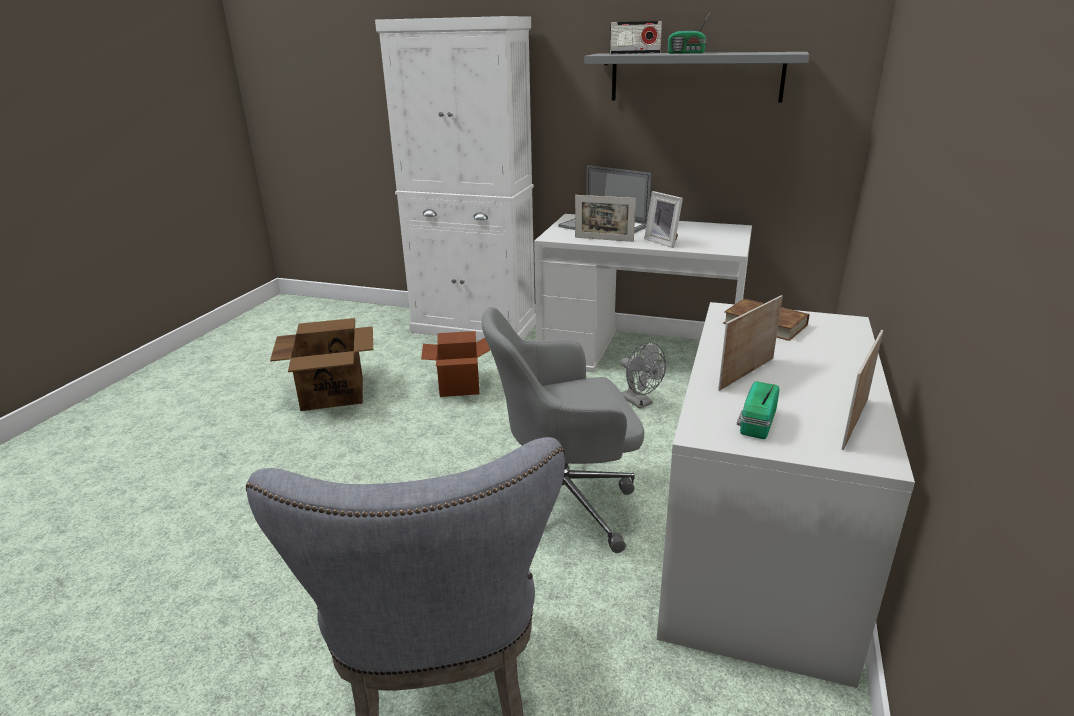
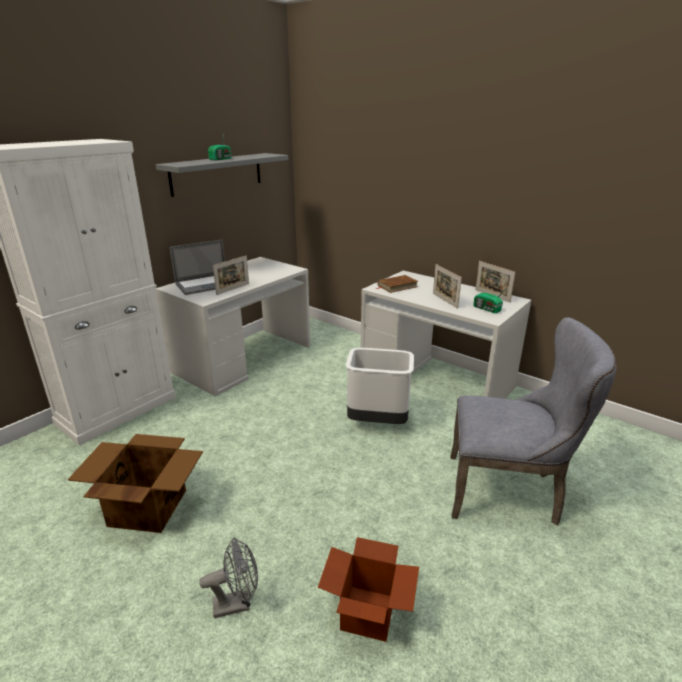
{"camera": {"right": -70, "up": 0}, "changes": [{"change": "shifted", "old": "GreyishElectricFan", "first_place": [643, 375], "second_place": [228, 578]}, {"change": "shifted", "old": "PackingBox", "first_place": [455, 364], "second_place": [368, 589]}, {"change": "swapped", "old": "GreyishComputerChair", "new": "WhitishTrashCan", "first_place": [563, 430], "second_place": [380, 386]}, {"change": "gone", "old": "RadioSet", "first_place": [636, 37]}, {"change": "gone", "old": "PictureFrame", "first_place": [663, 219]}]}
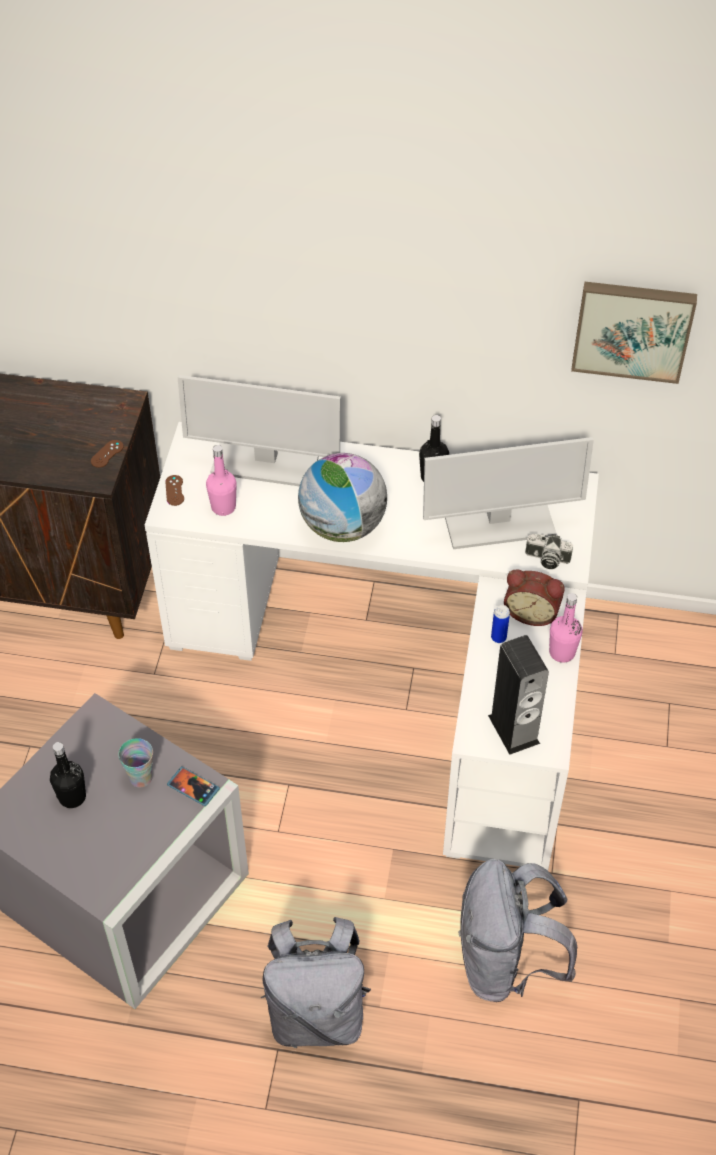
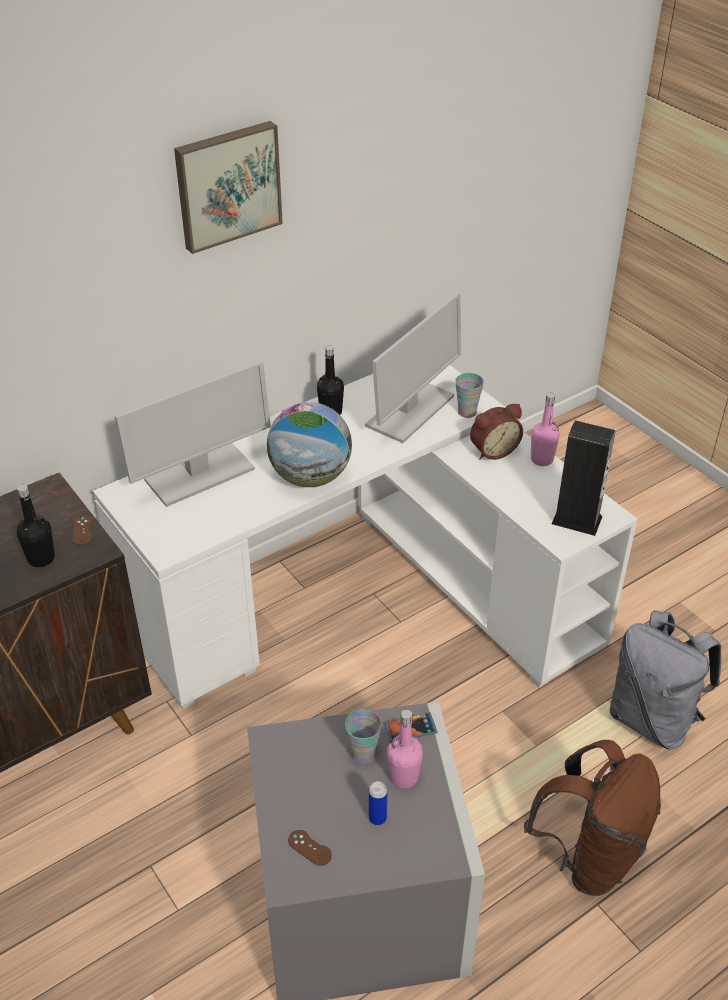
{"camera": {"right": -45, "up": -10}, "changes": [{"change": "shifted", "old": "BlackBottle", "first_place": [68, 775], "second_place": [36, 525]}, {"change": "shifted", "old": "WallPicture", "first_place": [634, 332], "second_place": [228, 187]}, {"change": "shifted", "old": "BrownGamepad", "first_place": [174, 490], "second_place": [310, 848]}, {"change": "shifted", "old": "MetalCan", "first_place": [500, 624], "second_place": [378, 803]}, {"change": "shifted", "old": "PinkBottle", "first_place": [221, 480], "second_place": [405, 749]}, {"change": "swapped", "old": "PhotoCamera", "new": "DrinkingCup", "first_place": [549, 551], "second_place": [469, 395]}, {"change": "repainted", "old": "GreyishBackpack", "new": "BrownBackpack", "first_place": [316, 982], "second_place": [592, 818]}]}
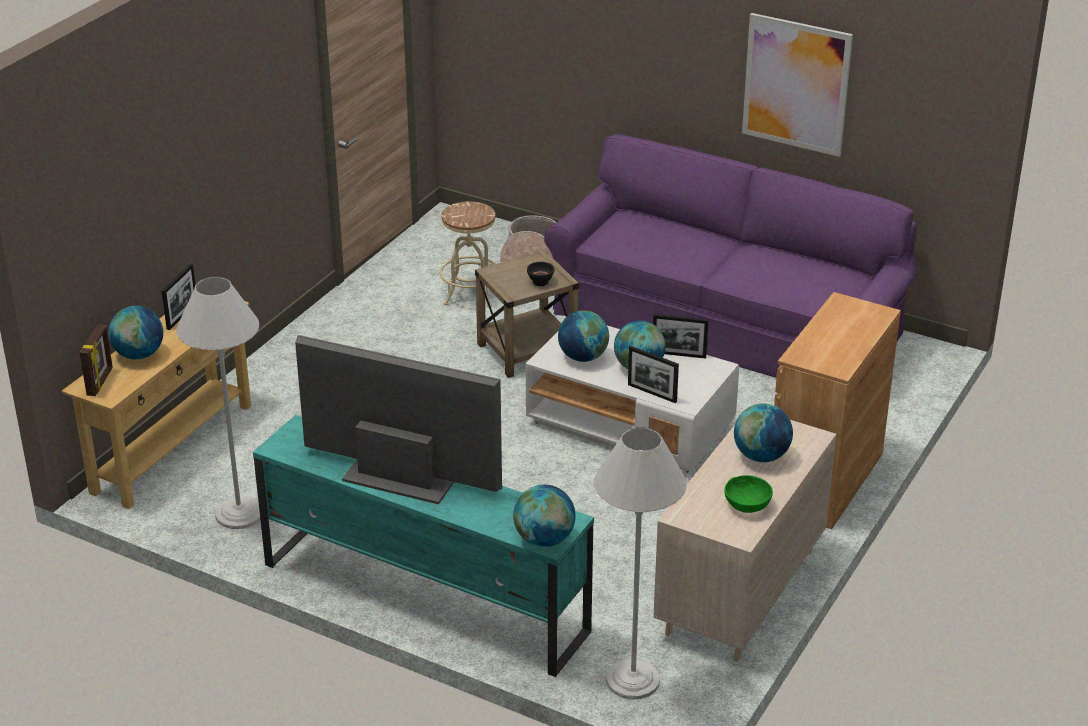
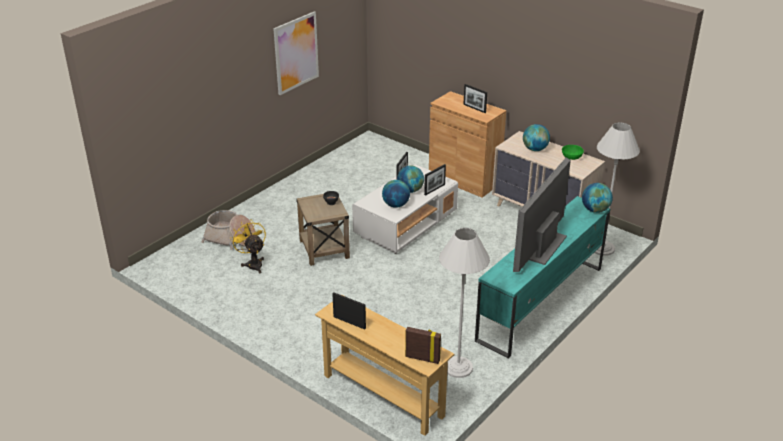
{"camera": {"right": -80, "up": 0}, "changes": [{"change": "swapped", "old": "BeigeColouredStool", "new": "YellowColouredElectricFan", "first_place": [468, 254], "second_place": [248, 246]}, {"change": "new", "new": "PictureFrame", "second_place": [475, 98]}, {"change": "gone", "old": "WorldGlobe", "first_place": [135, 333]}, {"change": "gone", "old": "PurpleColouredSofa", "first_place": [730, 256]}]}
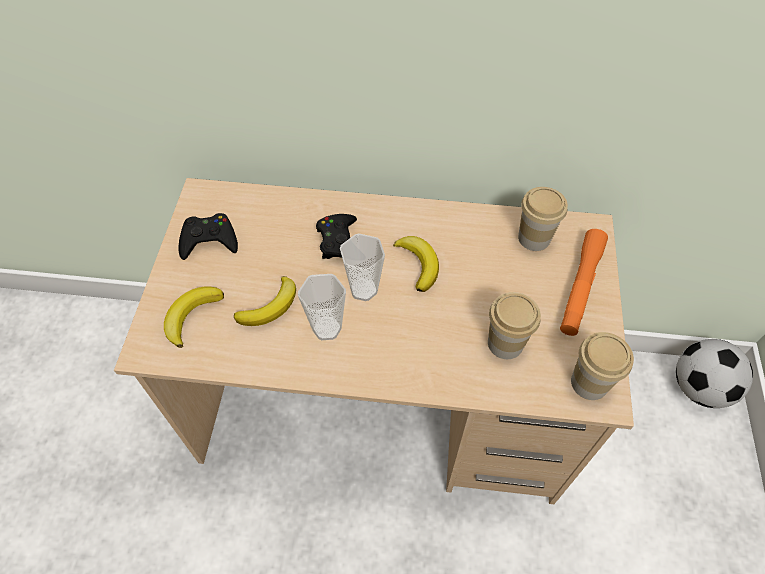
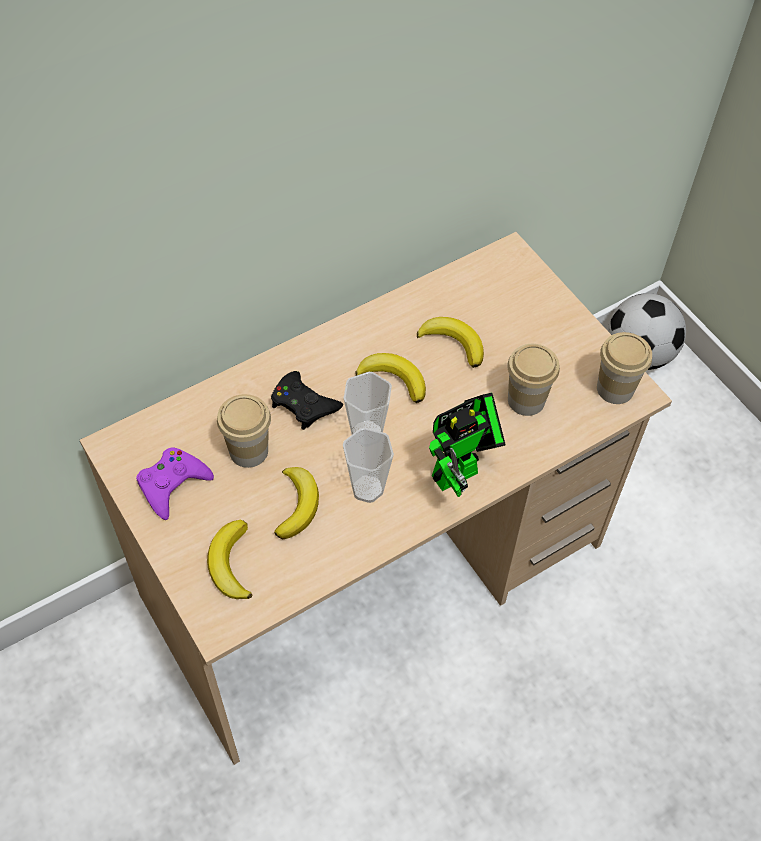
{"camera": {"right": -40, "up": 0}, "changes": [{"change": "repainted", "old": "BlackGamepad", "new": "PurpleColouredGamepad", "first_place": [208, 236], "second_place": [175, 483]}, {"change": "shifted", "old": "DrinkingCup", "first_place": [543, 219], "second_place": [244, 431]}, {"change": "new", "new": "Banana", "second_place": [450, 342]}, {"change": "new", "new": "RobotFigure", "second_place": [467, 445]}, {"change": "gone", "old": "OrangeyFlashlight", "first_place": [584, 282]}]}
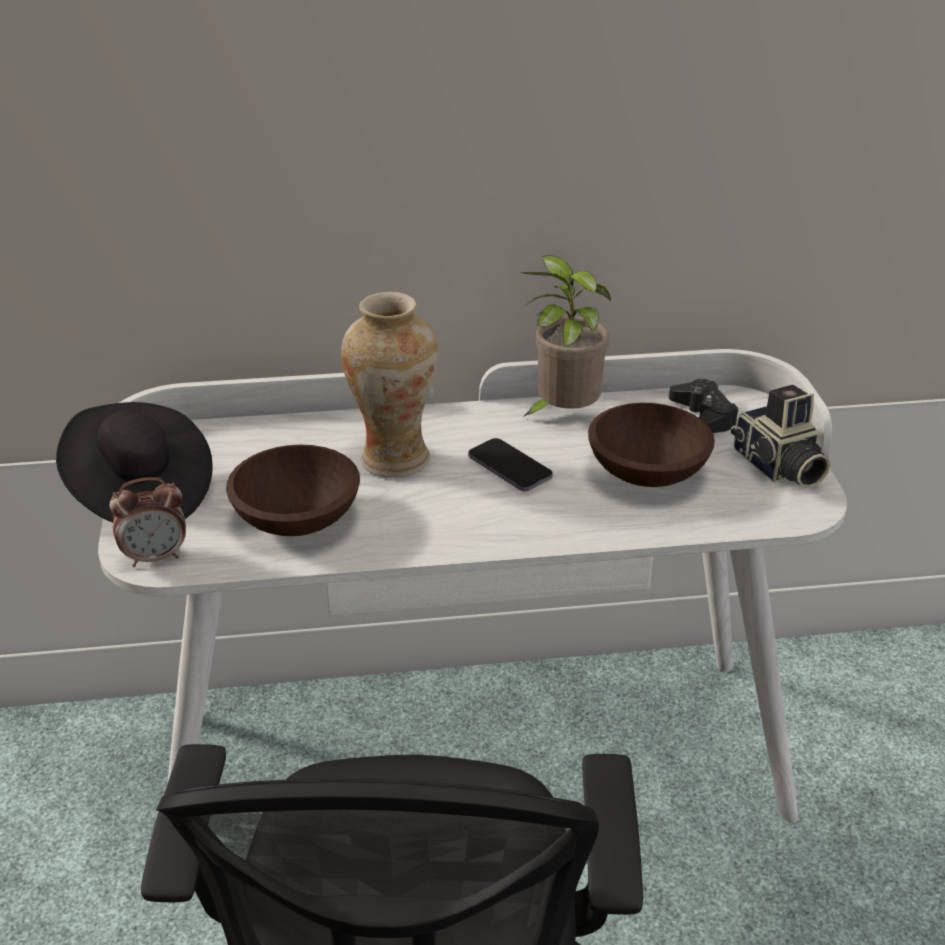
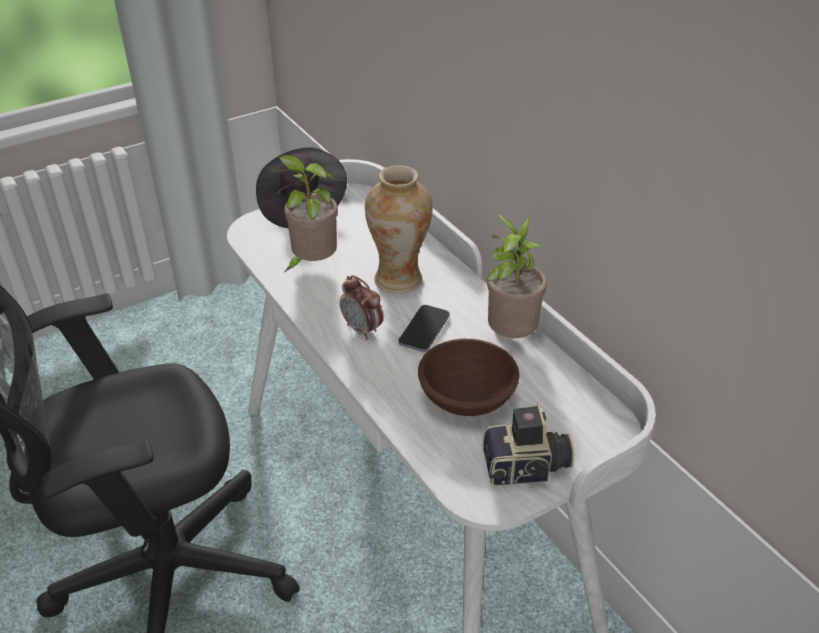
{"camera": {"right": 65, "up": 5}, "changes": [{"change": "swapped", "old": "BrownDeepDish", "new": "Houseplant", "first_place": [293, 490], "second_place": [303, 213]}, {"change": "shifted", "old": "AlarmClock", "first_place": [148, 522], "second_place": [361, 307]}, {"change": "rotated", "old": "PhotoCamera", "first_place": [780, 436], "second_place": [528, 444], "degrees": -135}, {"change": "gone", "old": "BlackGamepad", "first_place": [703, 406]}]}
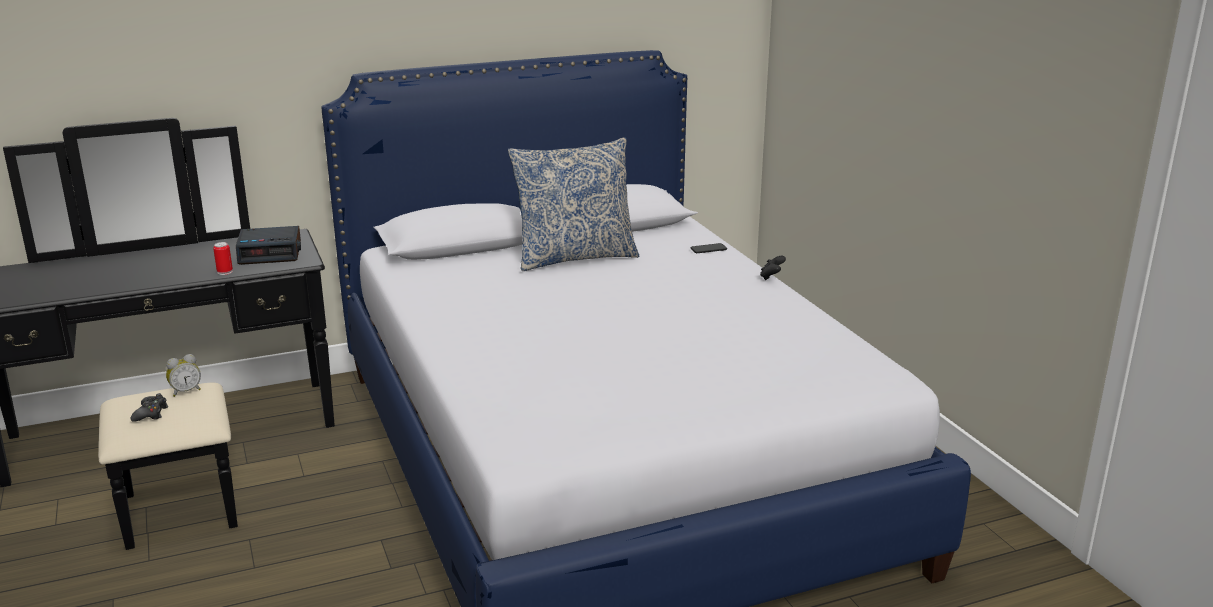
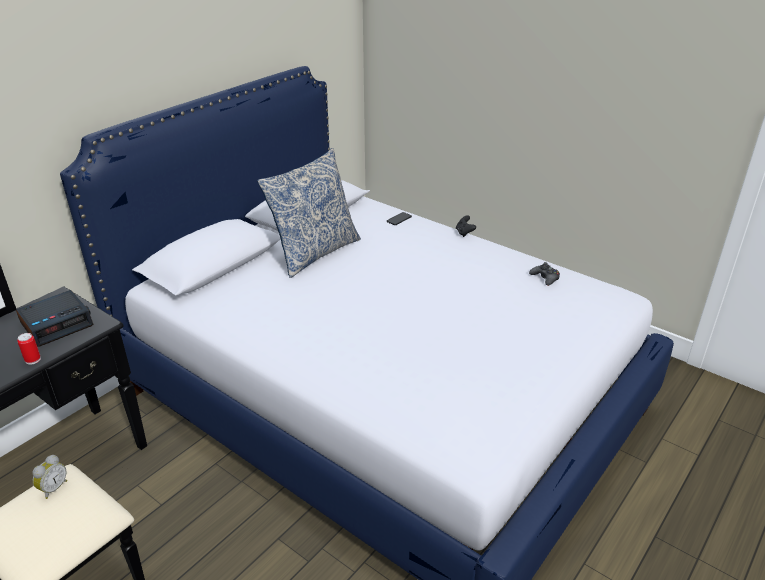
{"camera": {"right": -30, "up": 10}, "changes": [{"change": "shifted", "old": "BlackGamepad", "first_place": [149, 407], "second_place": [544, 274]}]}
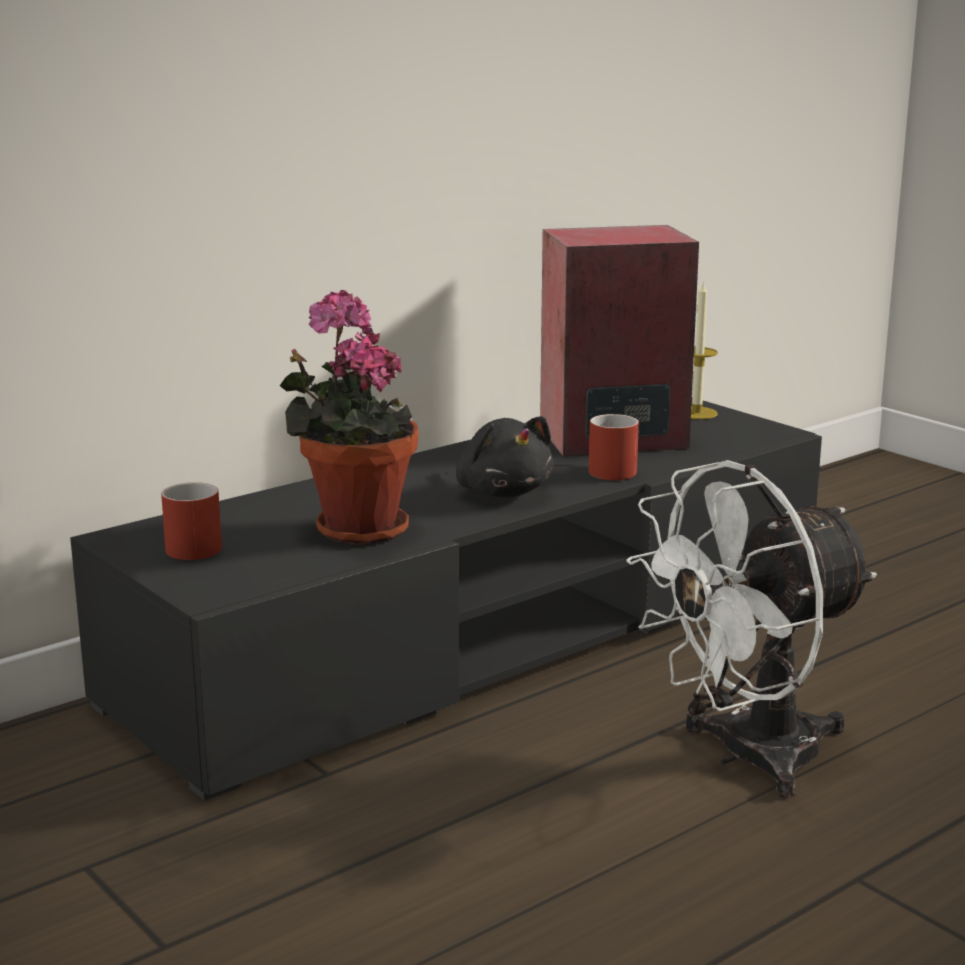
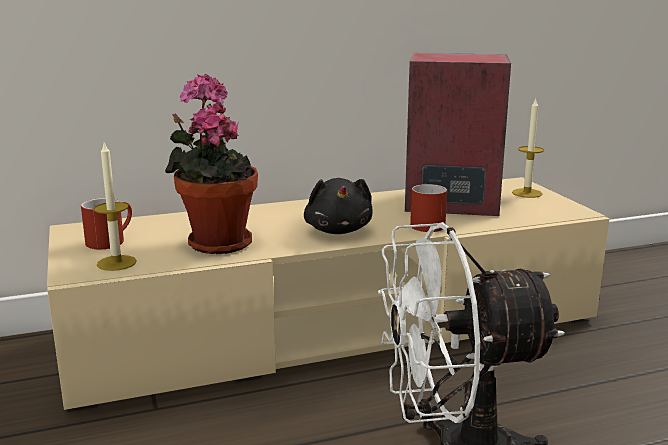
{"camera": {"right": 20, "up": 0}, "changes": [{"change": "repainted", "old": "BlackTvStand", "new": "BeigeColouredTvStand", "first_place": [446, 601], "second_place": [328, 294]}, {"change": "new", "new": "WaxLight", "second_place": [115, 206]}]}
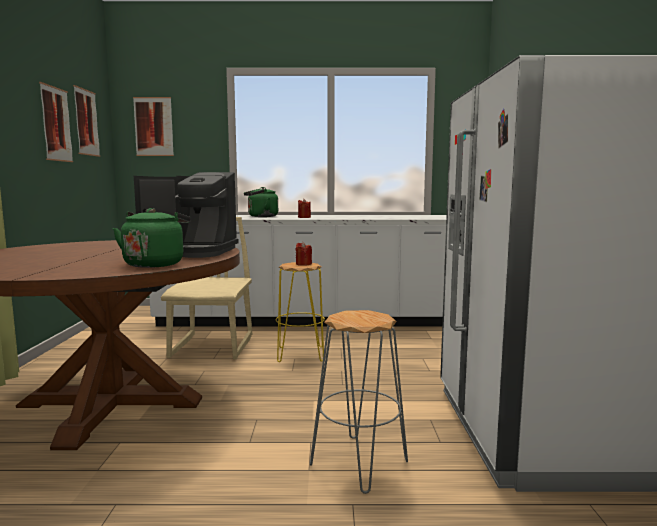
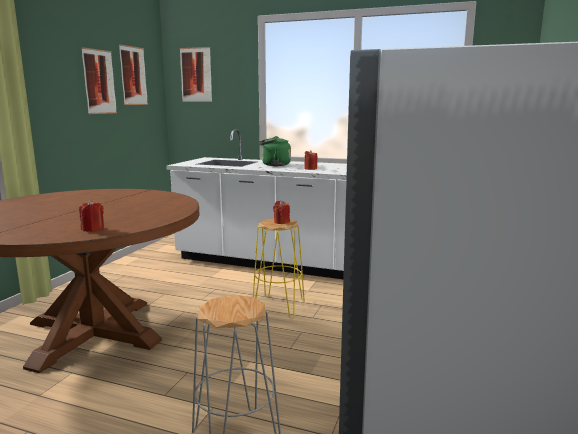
{"camera": {"right": 20, "up": 5}, "changes": [{"change": "swapped", "old": "GreenWaterKettle", "new": "RedColouredWaxLight", "first_place": [152, 238], "second_place": [91, 216]}, {"change": "gone", "old": "CoffeeMaker", "first_place": [186, 215]}, {"change": "gone", "old": "BeigeColouredChair", "first_place": [206, 288]}]}
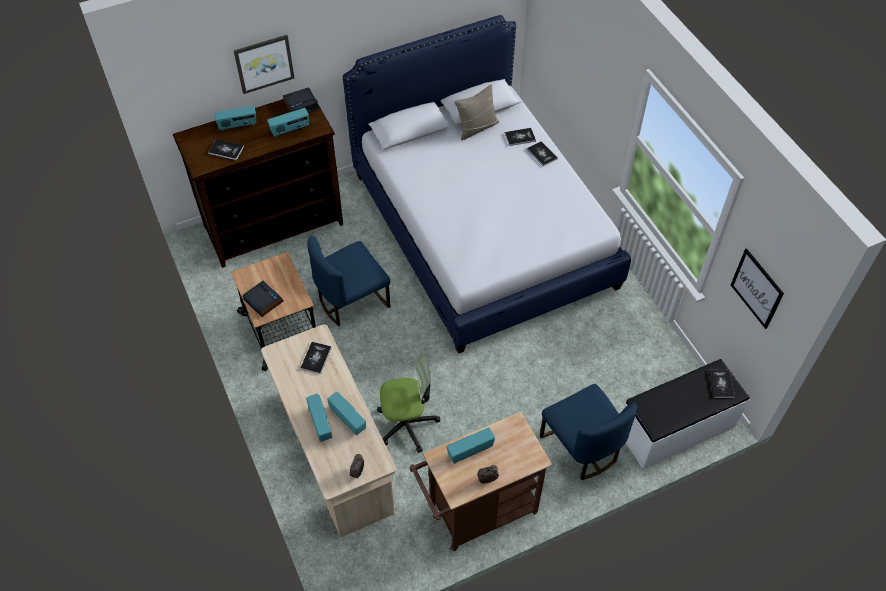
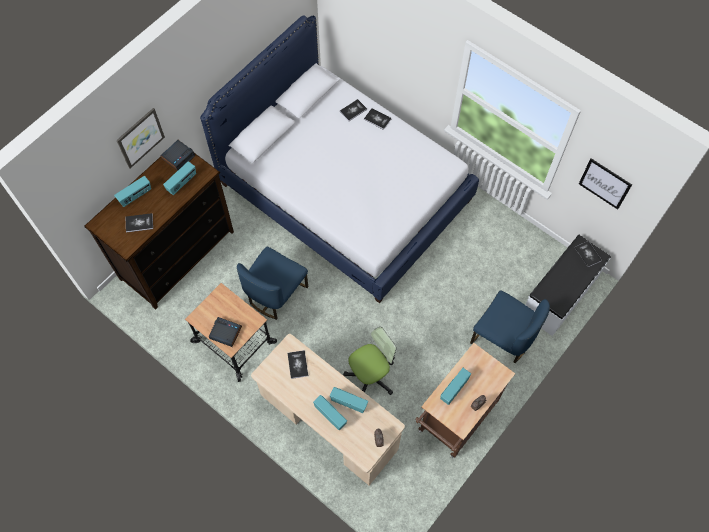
{"camera": {"right": -25, "up": 10}, "changes": [{"change": "gone", "old": "BeigeColouredPillow", "first_place": [476, 112]}]}
